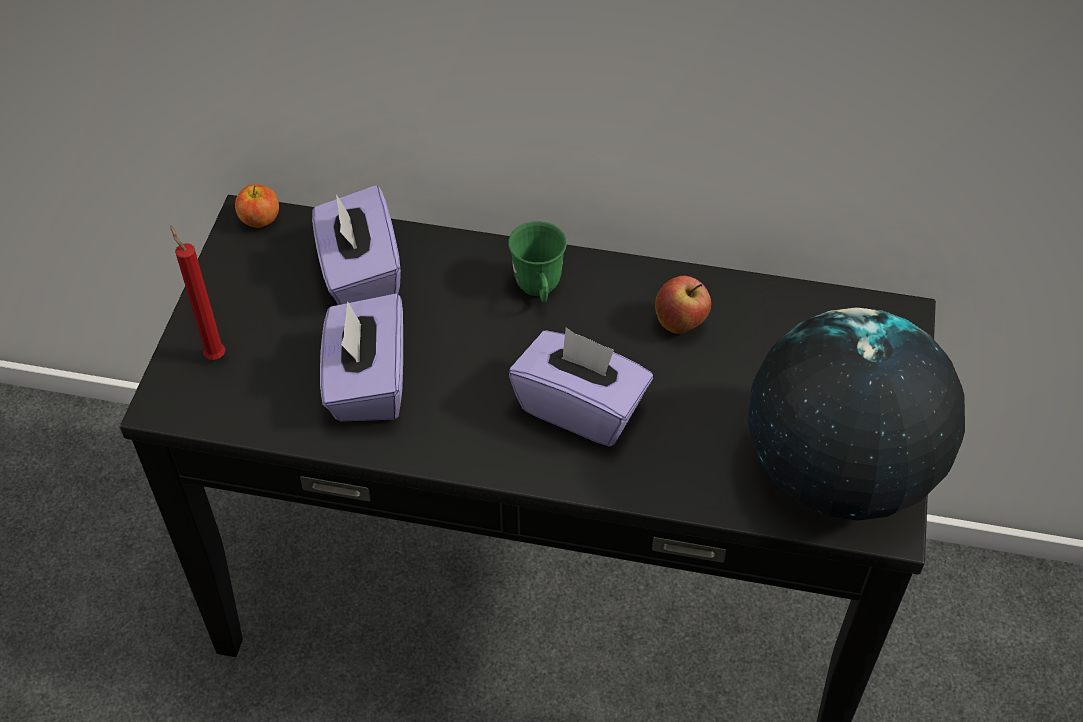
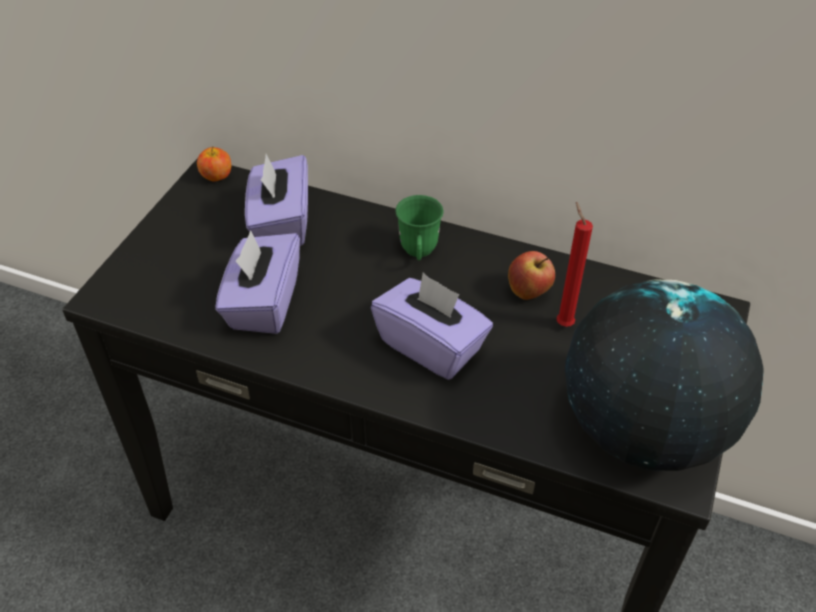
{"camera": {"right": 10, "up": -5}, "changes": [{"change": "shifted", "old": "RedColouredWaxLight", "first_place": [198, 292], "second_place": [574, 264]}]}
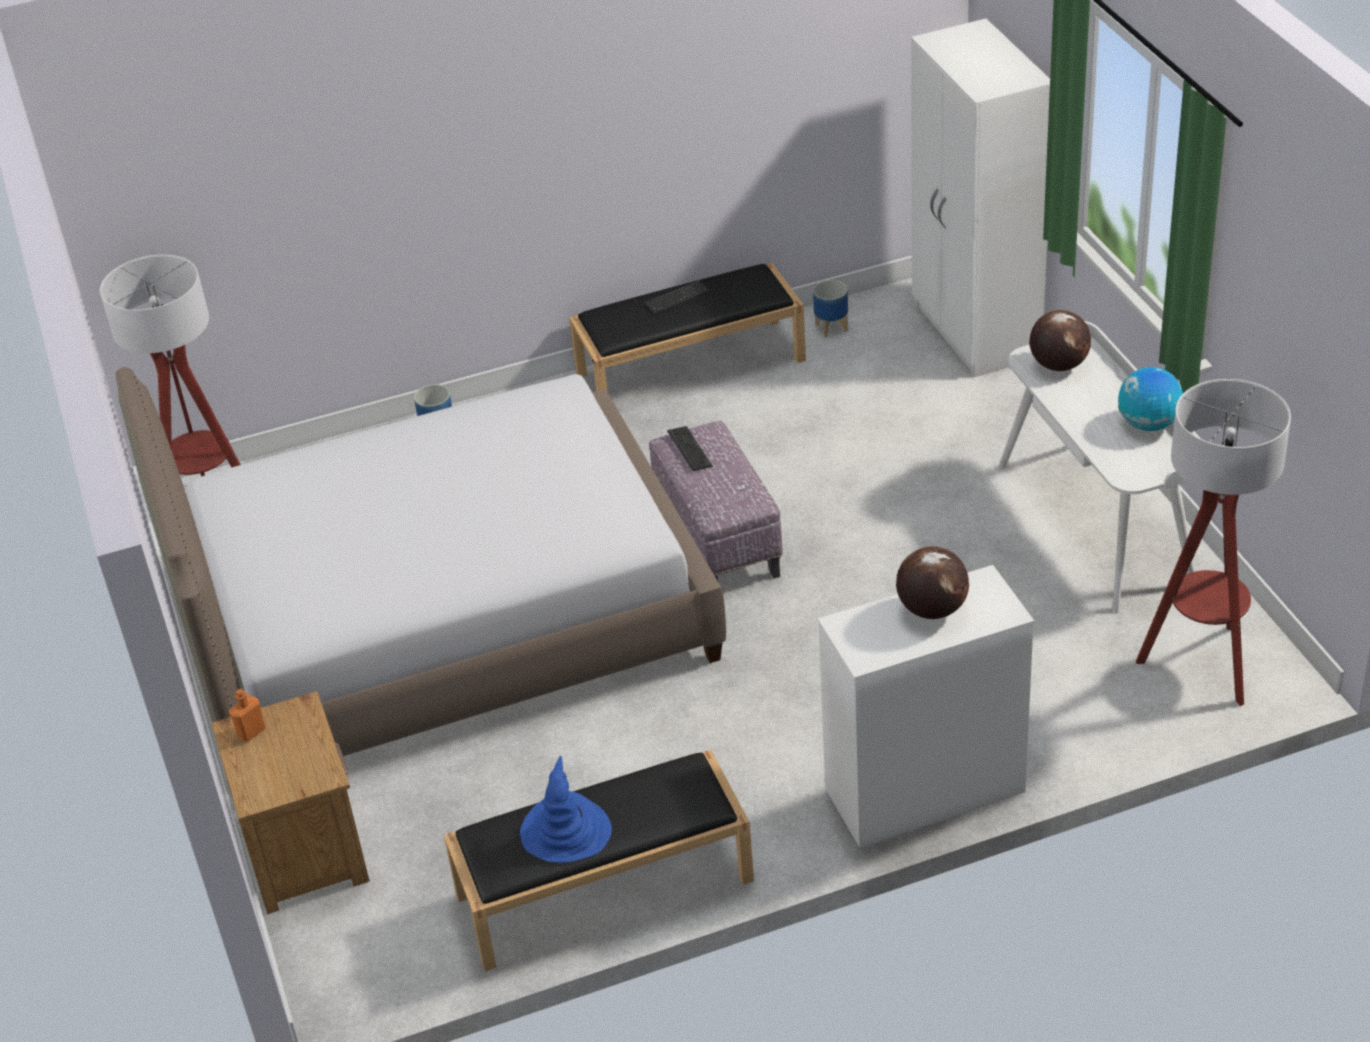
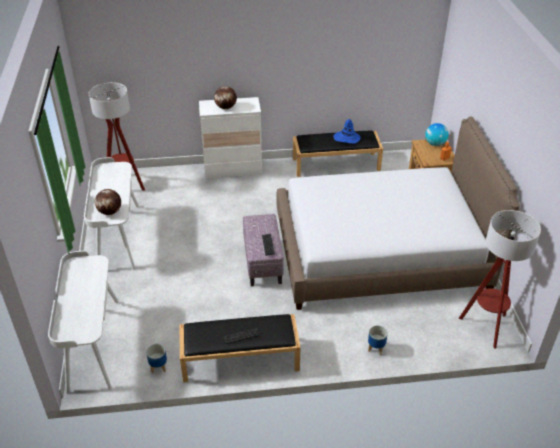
{"camera": {"right": -170, "up": 0}, "changes": [{"change": "swapped", "old": "WhitishClothesCupboard", "new": "WhitishDeskUnit", "first_place": [980, 198], "second_place": [83, 322]}, {"change": "shifted", "old": "WorldGlobe", "first_place": [1150, 399], "second_place": [437, 134]}]}
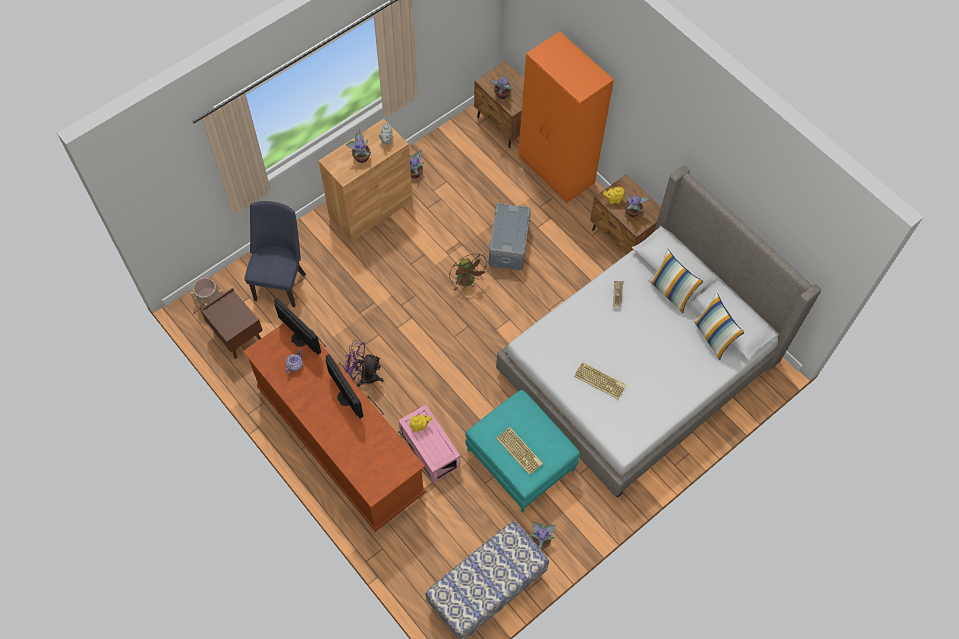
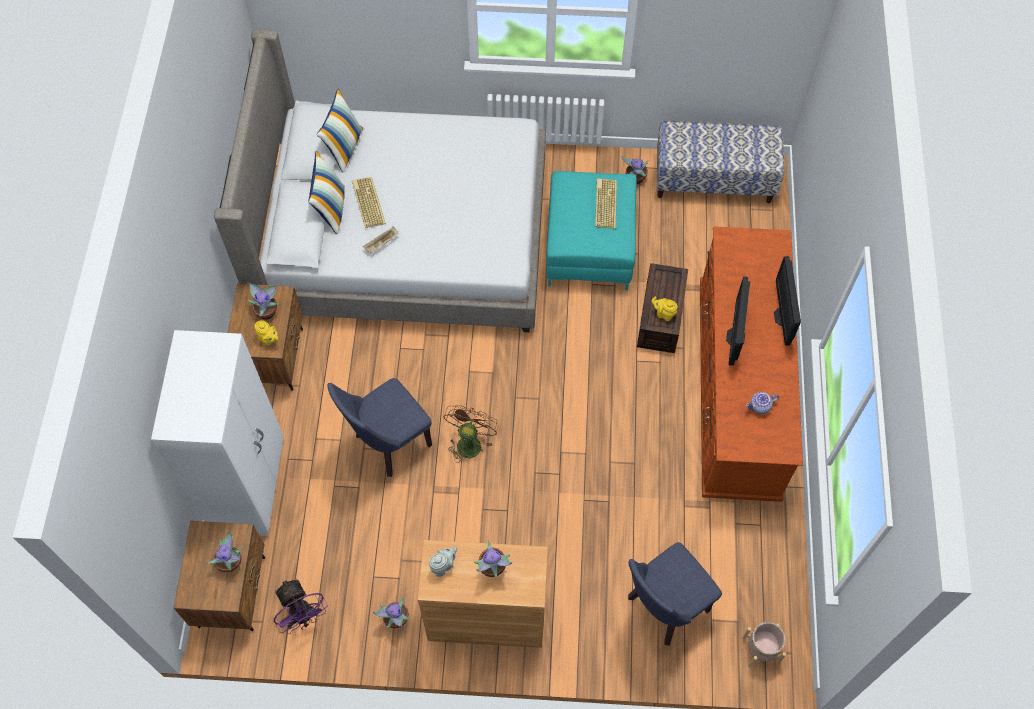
{"camera": {"right": -135, "up": 0}, "changes": [{"change": "repainted", "old": "OrangeyClothesCupboard", "new": "WhitishClothesCupboard", "first_place": [566, 117], "second_place": [217, 433]}, {"change": "shifted", "old": "PurpleColouredElectricFan", "first_place": [364, 363], "second_place": [301, 606]}, {"change": "swapped", "old": "GreyishStorageBin", "new": "BlueChair", "first_place": [509, 236], "second_place": [379, 427]}, {"change": "shifted", "old": "ComputerKeyboard", "first_place": [600, 380], "second_place": [369, 202]}, {"change": "repainted", "old": "PinkStorageBin", "new": "BrownStorageBin", "first_place": [429, 444], "second_place": [662, 308]}, {"change": "shifted", "old": "Monitor", "first_place": [297, 326], "second_place": [787, 300]}, {"change": "gone", "old": "BrownBedsideTable", "first_place": [231, 323]}]}
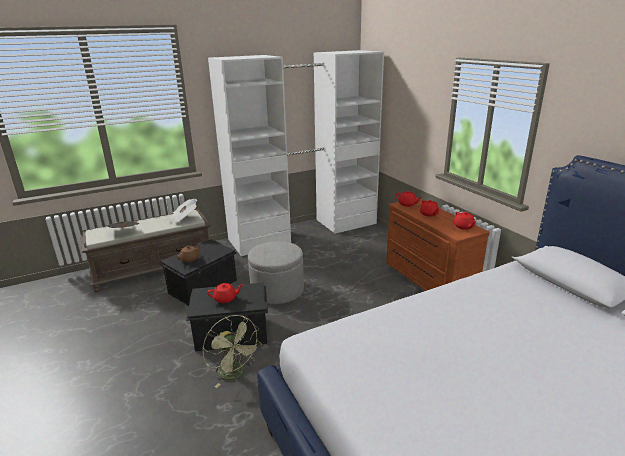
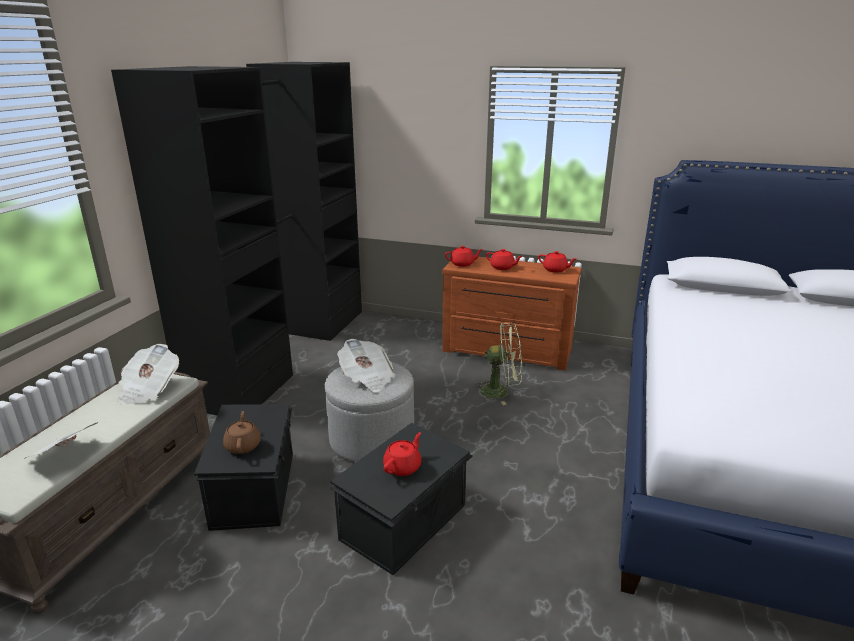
{"camera": {"right": -45, "up": 0}, "changes": [{"change": "repainted", "old": "WhitishClothesCupboard", "new": "BlackClothesCupboard", "first_place": [296, 153], "second_place": [236, 238]}, {"change": "new", "new": "DailyPaper", "second_place": [366, 365]}, {"change": "shifted", "old": "GreenElectricFan", "first_place": [232, 351], "second_place": [497, 364]}]}
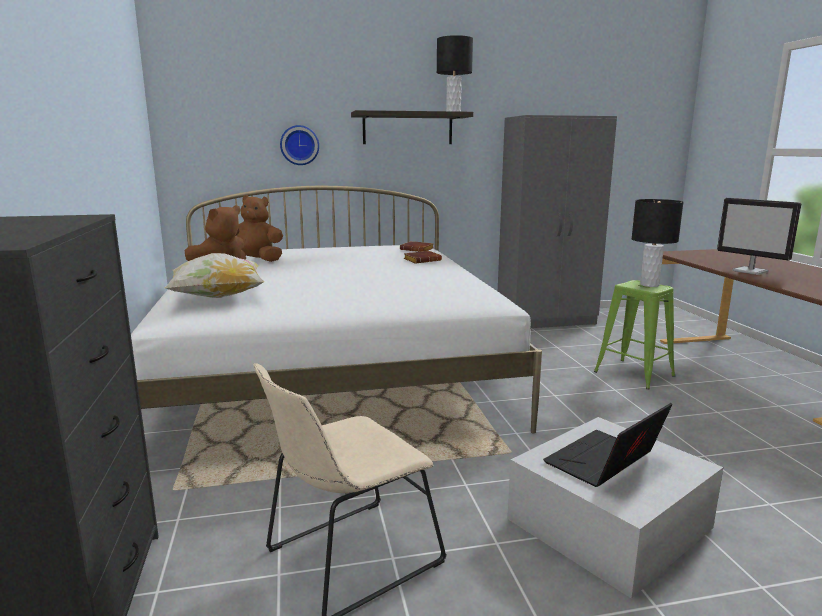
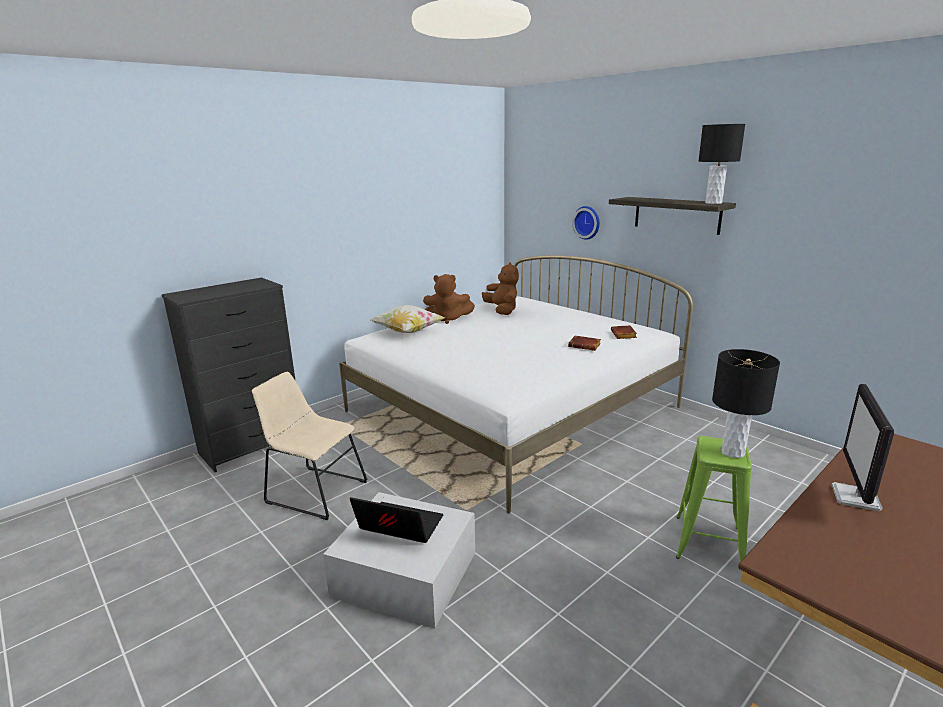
{"camera": {"right": 60, "up": 5}, "changes": [{"change": "gone", "old": "GreyishClothesCupboard", "first_place": [557, 221]}]}
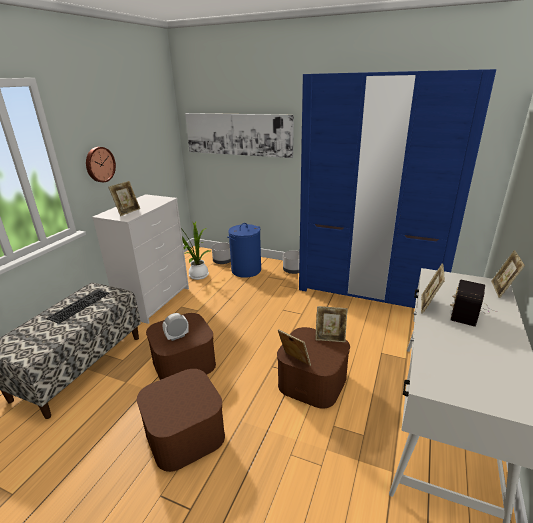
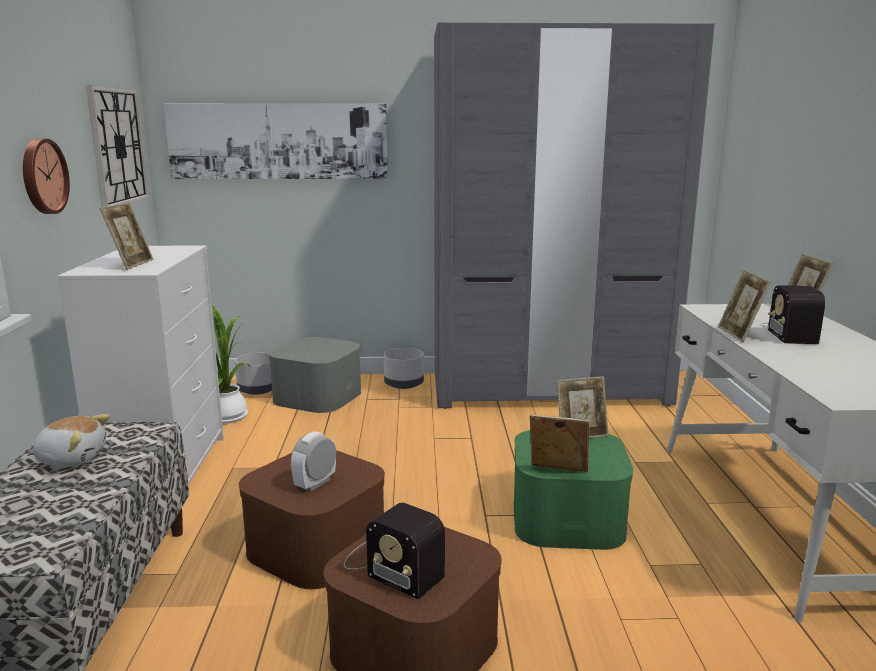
{"camera": {"right": -25, "up": -10}, "changes": [{"change": "swapped", "old": "ComputerKeyboard", "new": "PlushToy", "first_place": [78, 306], "second_place": [70, 440]}, {"change": "new", "new": "ClockOnTheWall", "second_place": [117, 146]}, {"change": "swapped", "old": "BlueWashingBasket", "new": "GreyishStorageBin", "first_place": [244, 250], "second_place": [314, 375]}, {"change": "new", "new": "RadioSet", "second_place": [394, 551]}, {"change": "repainted", "old": "BlueClothesCupboard", "new": "GreyishClothesCupboard", "first_place": [397, 188], "second_place": [574, 215]}, {"change": "repainted", "old": "BrownStorageBin", "new": "GreenStorageBin", "first_place": [313, 368], "second_place": [573, 490]}]}
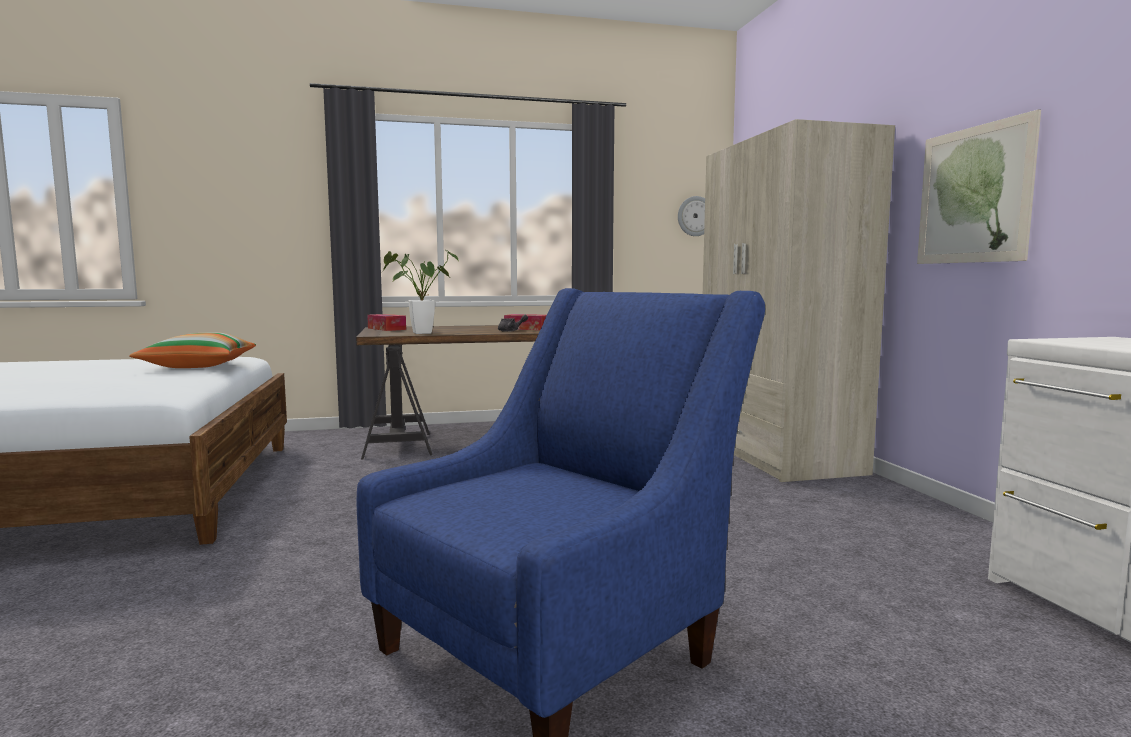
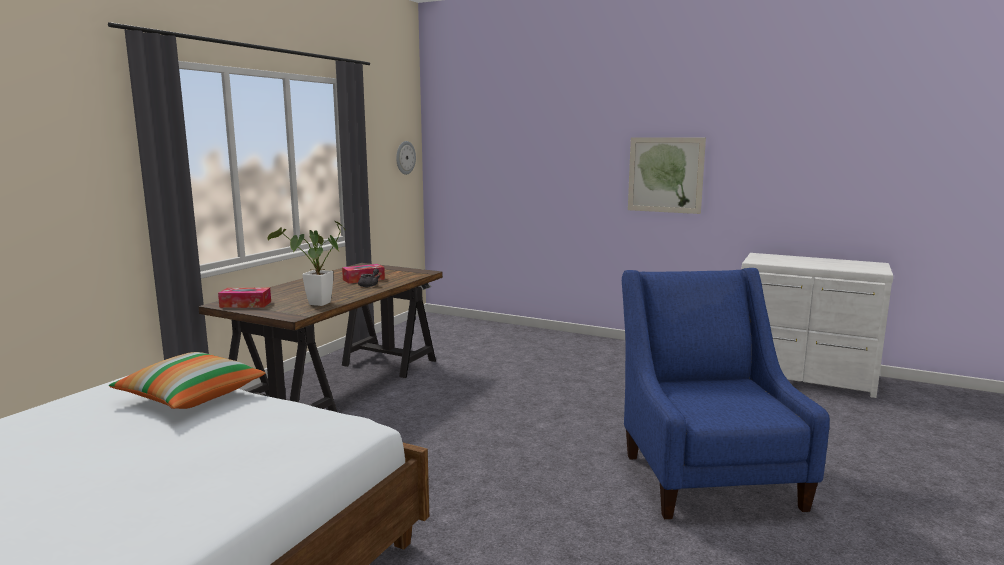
{"camera": {"right": -50, "up": 5}, "changes": [{"change": "gone", "old": "BeigeColouredClothesCupboard", "first_place": [799, 300]}]}
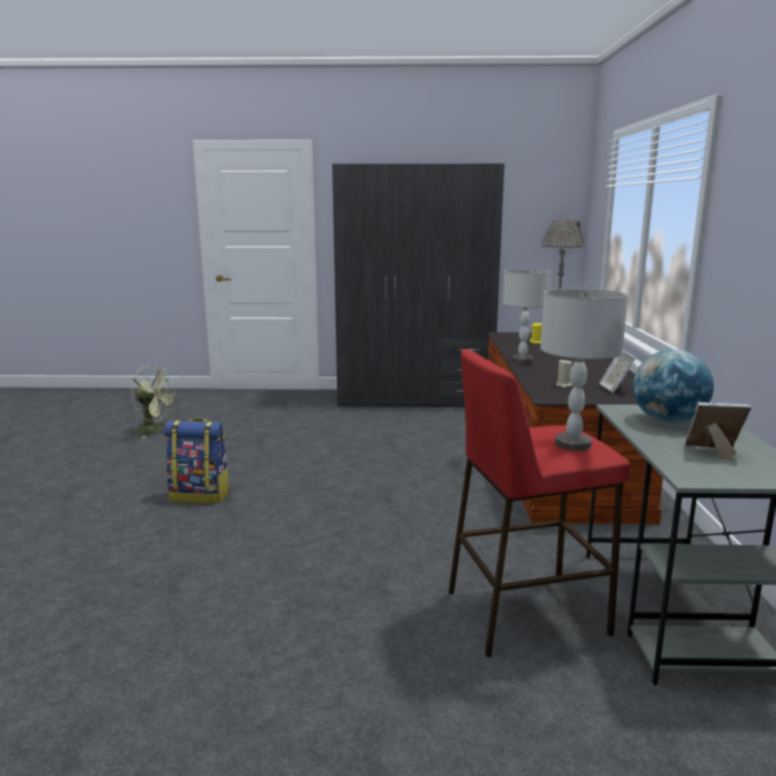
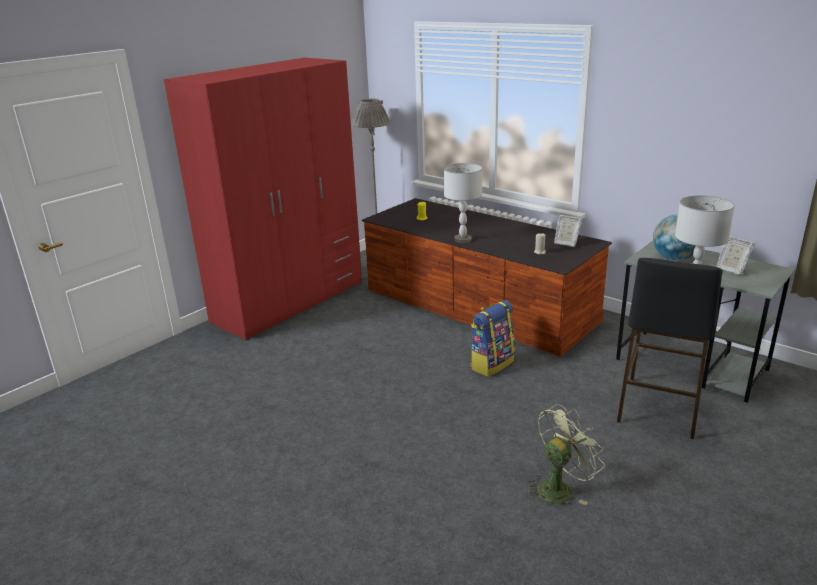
{"camera": {"right": -50, "up": 10}, "changes": [{"change": "repainted", "old": "GreyishClothesCupboard", "new": "RedColouredClothesCupboard", "first_place": [418, 285], "second_place": [263, 198]}, {"change": "shifted", "old": "Backpack", "first_place": [197, 461], "second_place": [492, 338]}, {"change": "shifted", "old": "GreenElectricFan", "first_place": [154, 402], "second_place": [566, 454]}, {"change": "repainted", "old": "RedColouredStool", "new": "BlackStool", "first_place": [539, 503], "second_place": [669, 348]}, {"change": "rotated", "old": "PictureFrame", "first_place": [718, 431], "second_place": [735, 256], "degrees": -90}]}
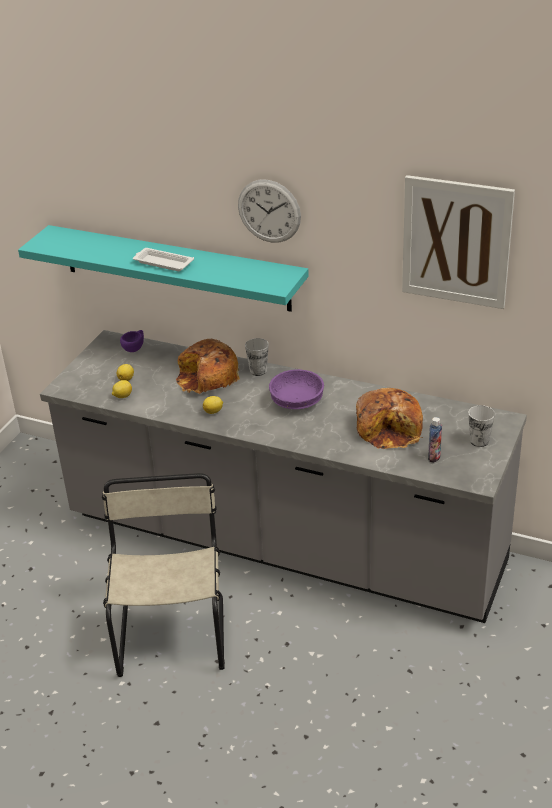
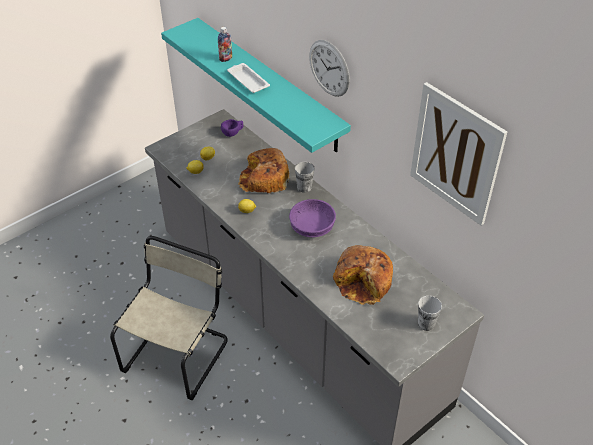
{"camera": {"right": 25, "up": 10}, "changes": [{"change": "shifted", "old": "Bottle", "first_place": [435, 440], "second_place": [225, 44]}]}
